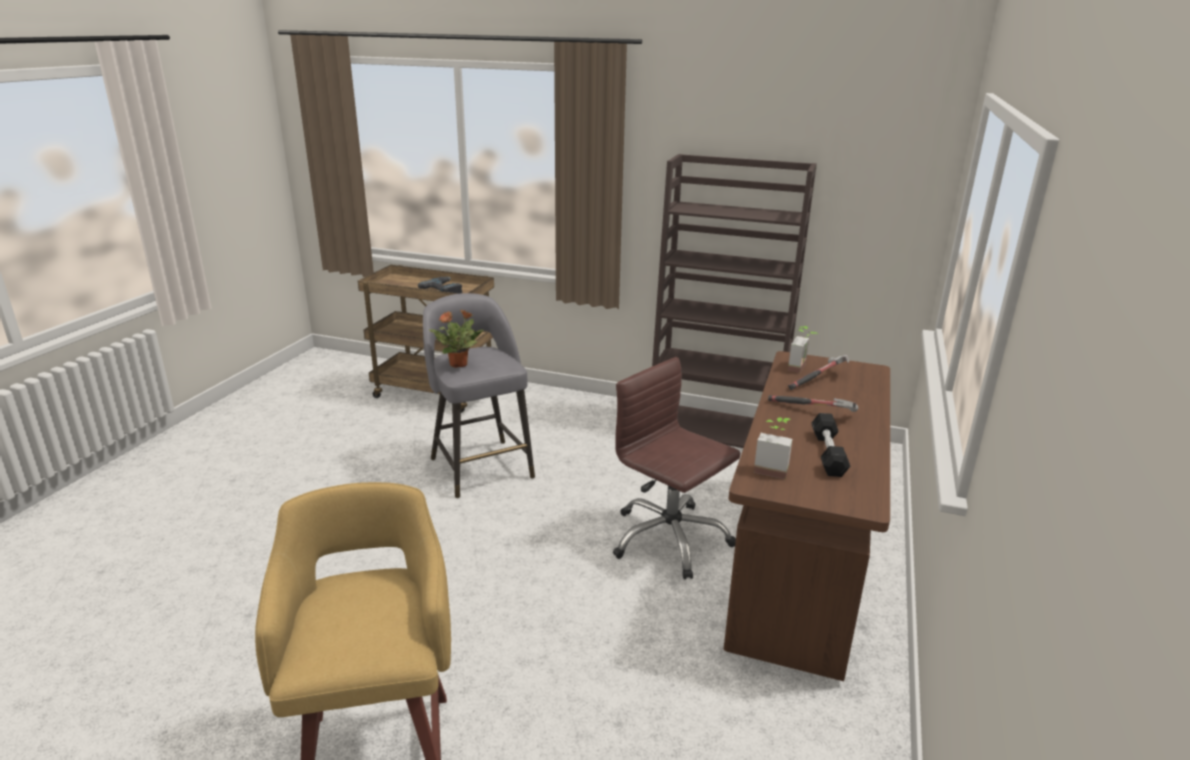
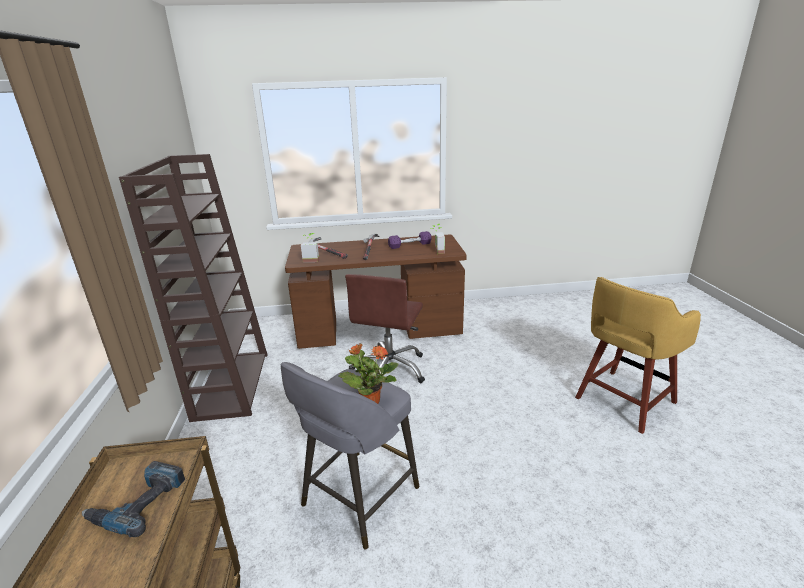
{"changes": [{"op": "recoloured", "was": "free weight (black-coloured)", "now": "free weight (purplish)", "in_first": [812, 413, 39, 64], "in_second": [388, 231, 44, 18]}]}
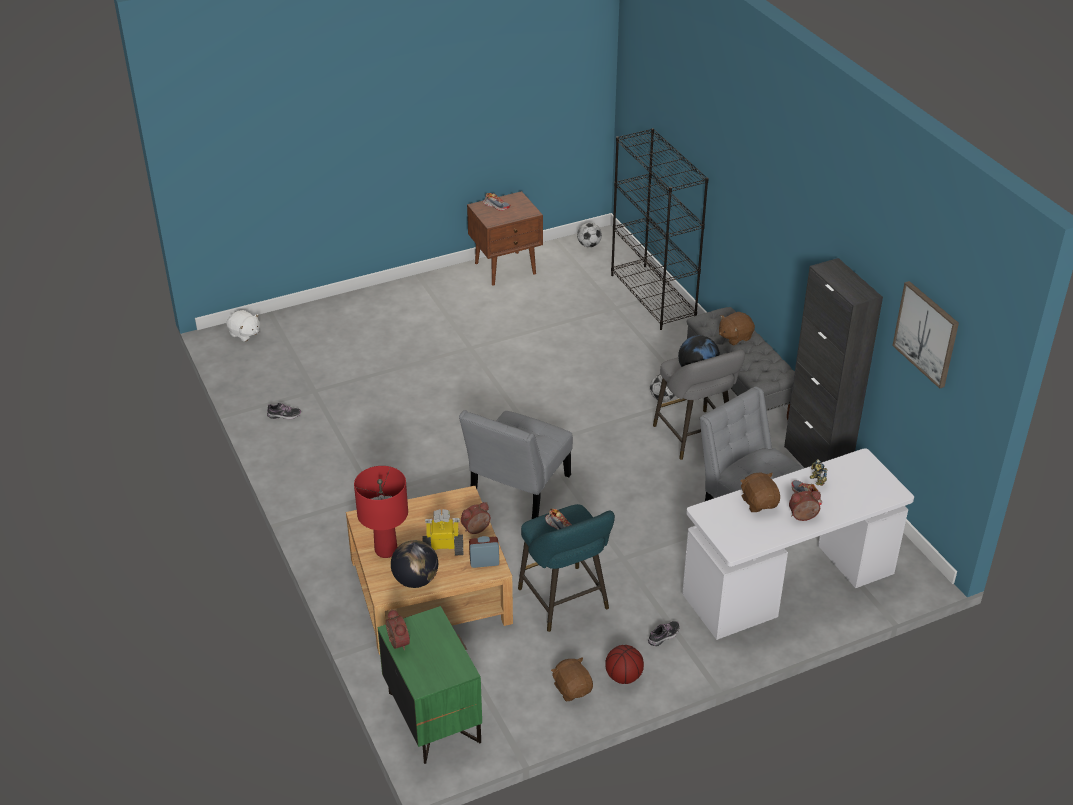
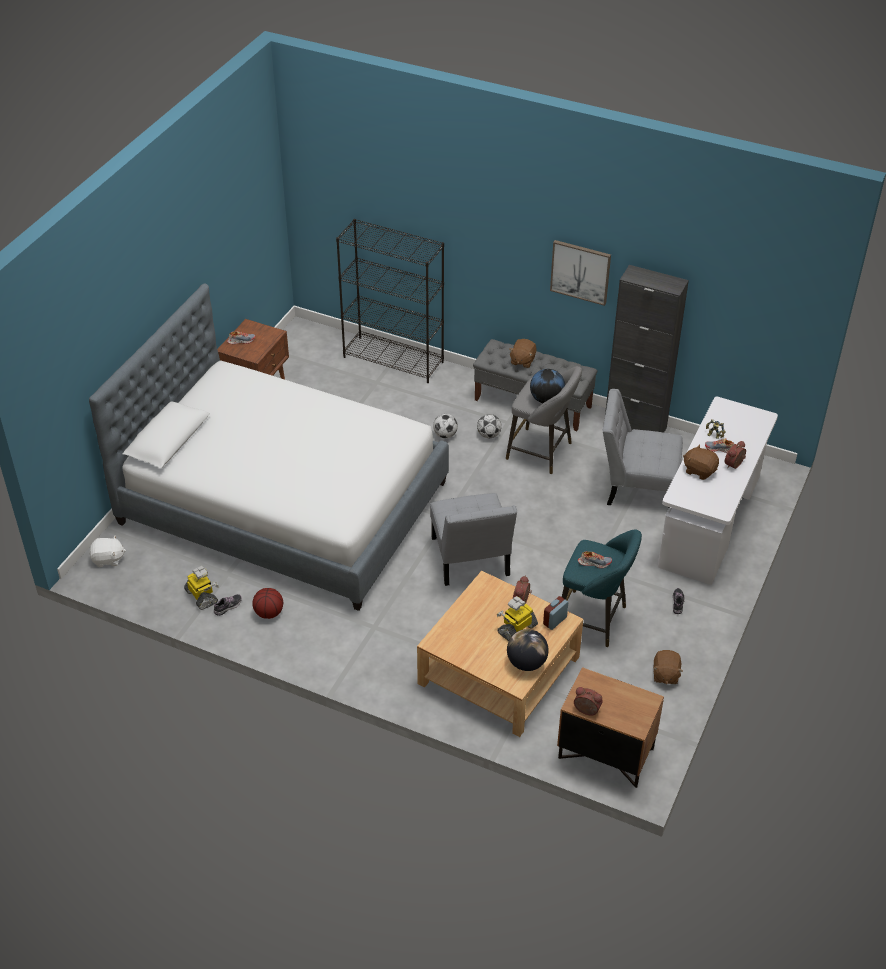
{"changes": [{"op": "moved", "was": "football", "in_first": [577, 223, 25, 24], "in_second": [433, 414, 25, 24]}, {"op": "moved", "was": "picture", "in_first": [892, 281, 67, 108], "in_second": [550, 240, 61, 66]}, {"op": "removed", "was": "lamp for a table (reddish)", "in_first": [354, 466, 54, 92]}, {"op": "recoloured", "was": "nightstand (greenish)", "now": "nightstand (brown)", "in_first": [377, 606, 105, 158], "in_second": [557, 667, 107, 121]}, {"op": "moved", "was": "basketball", "in_first": [605, 645, 39, 39], "in_second": [252, 588, 31, 31]}, {"op": "turned", "was": "soft toy (brown)", "in_first": [551, 657, 42, 44], "in_second": [653, 650, 30, 34], "clockwise": -105}, {"op": "added", "now": "bedroom bed", "in_second": [89, 284, 360, 327]}, {"op": "added", "now": "model robot", "in_second": [184, 566, 35, 44]}]}
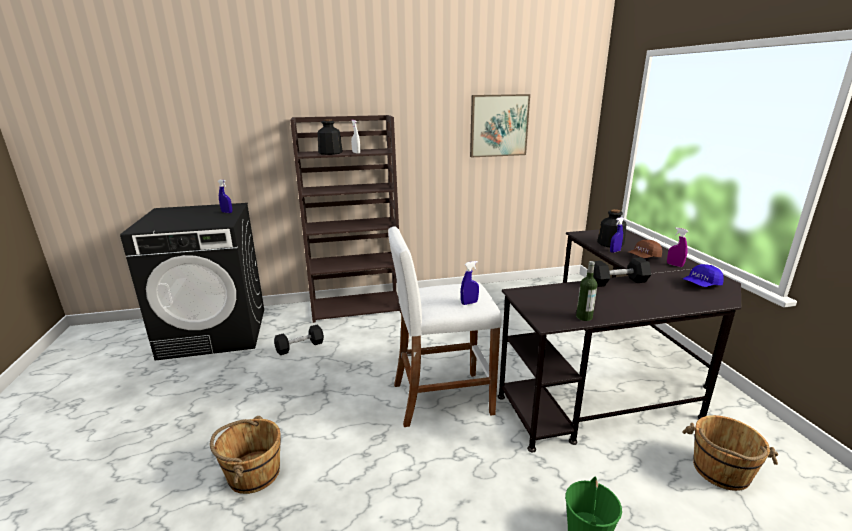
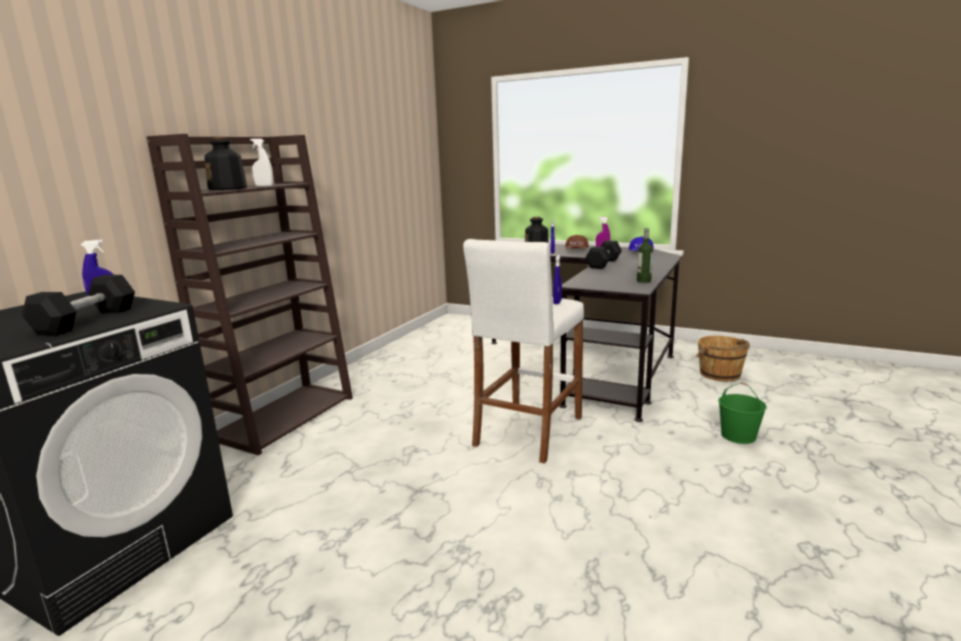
{"changes": [{"op": "removed", "was": "picture", "in_first": [470, 94, 60, 64]}, {"op": "moved", "was": "free weight (black-coloured)", "in_first": [274, 324, 50, 31], "in_second": [22, 275, 113, 60]}, {"op": "removed", "was": "pail (brown)", "in_first": [210, 416, 71, 78]}]}
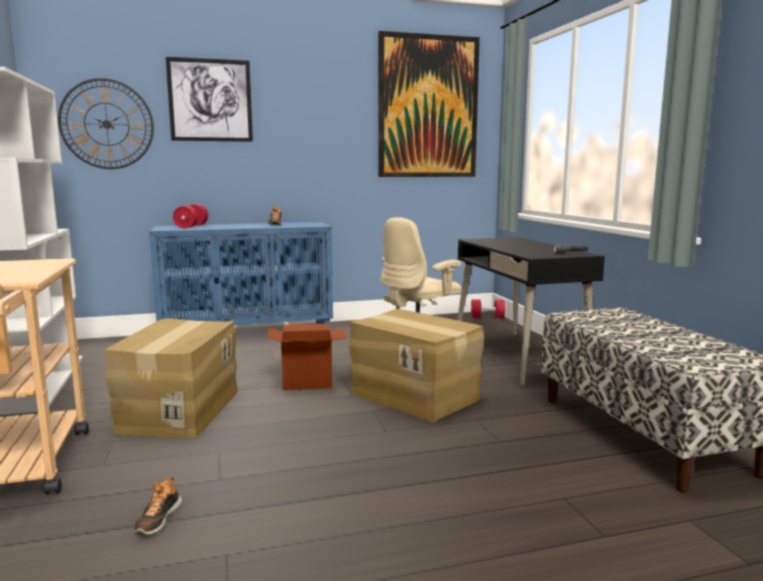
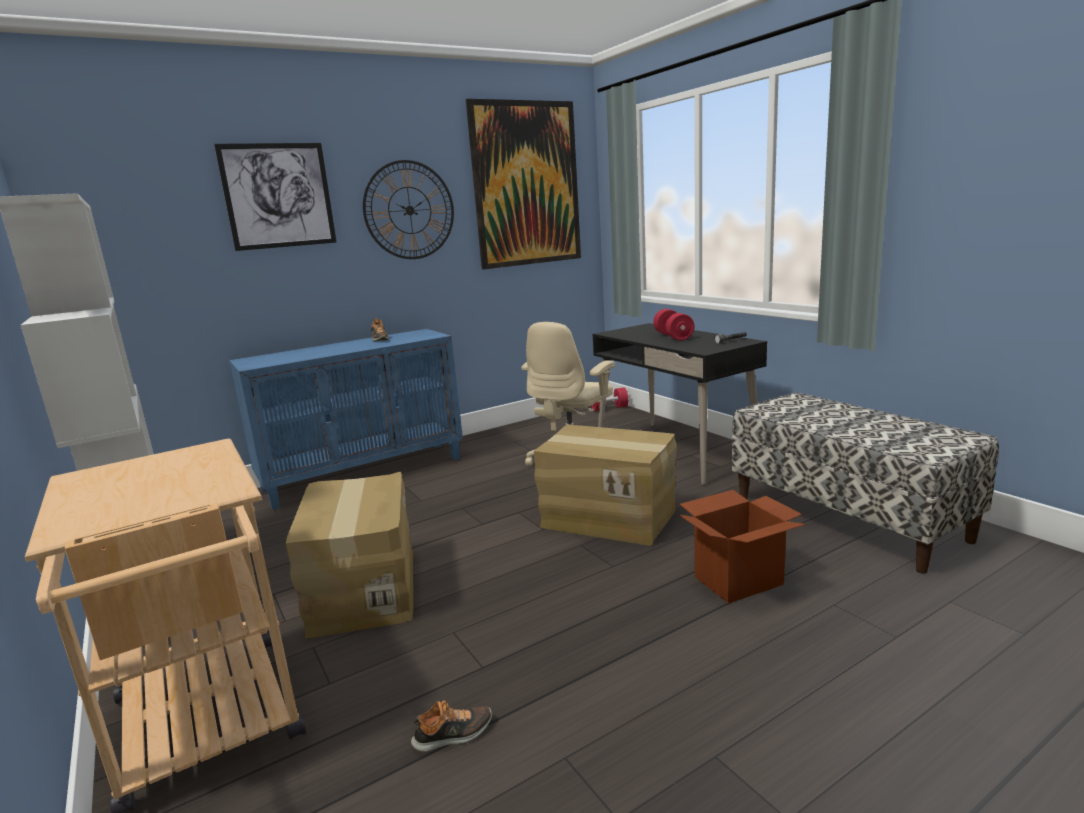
{"changes": [{"op": "moved", "was": "clock on the wall", "in_first": [58, 78, 96, 91], "in_second": [363, 160, 91, 99]}, {"op": "moved", "was": "free weight (reddish)", "in_first": [173, 204, 35, 24], "in_second": [653, 309, 42, 31]}, {"op": "moved", "was": "cardboard box", "in_first": [267, 324, 79, 66], "in_second": [679, 490, 127, 114]}, {"op": "turned", "was": "item of footwear", "in_first": [134, 477, 48, 58], "in_second": [411, 700, 81, 52], "clockwise": -105}]}
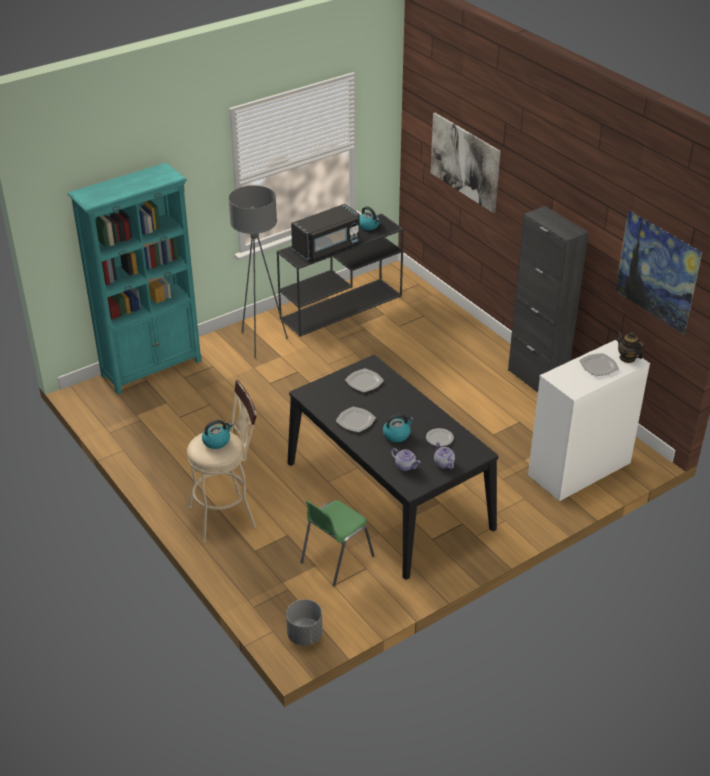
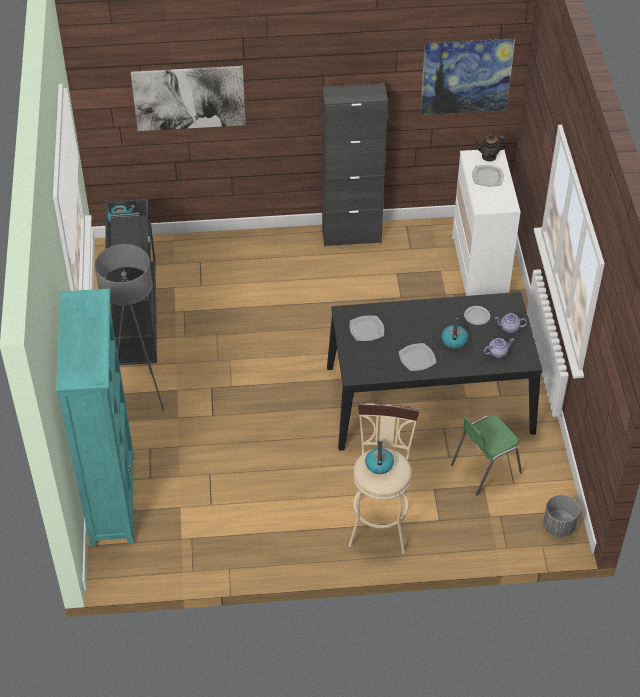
{"changes": [{"op": "turned", "was": "plain chair (greenish)", "in_first": [300, 500, 74, 87], "in_second": [451, 415, 71, 80], "clockwise": 75}]}
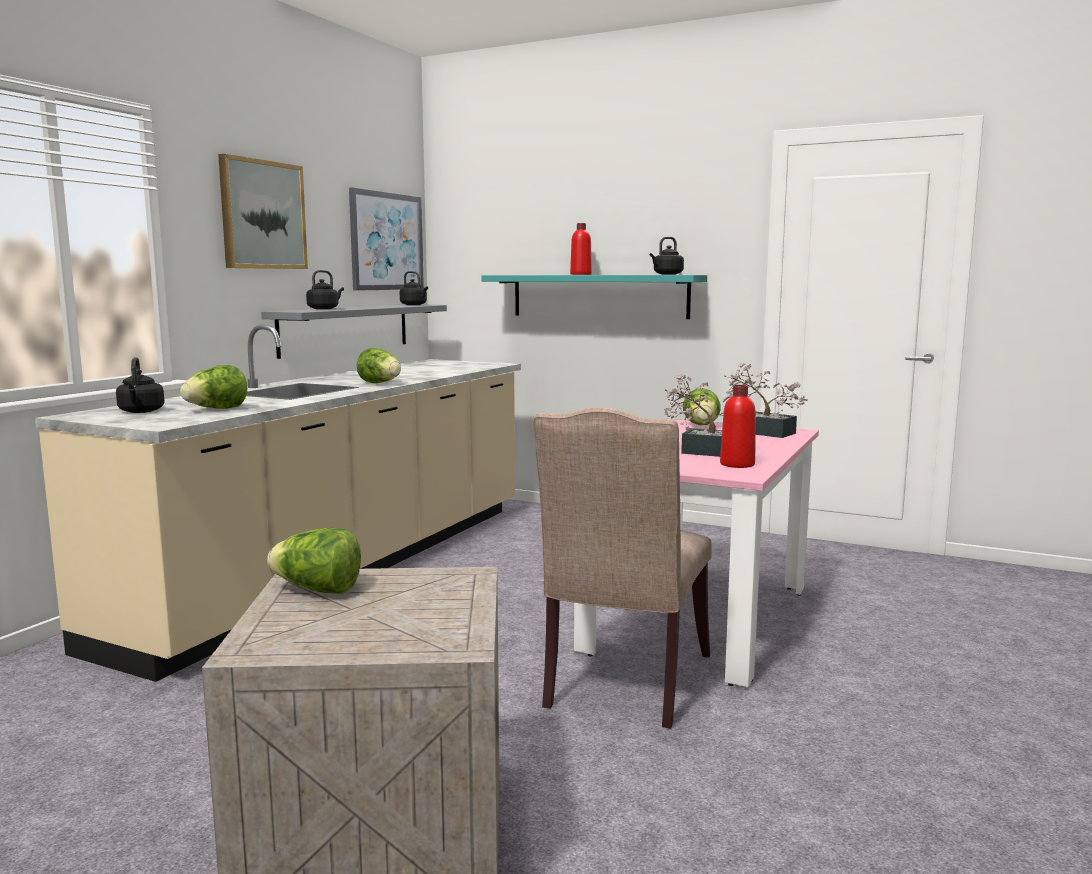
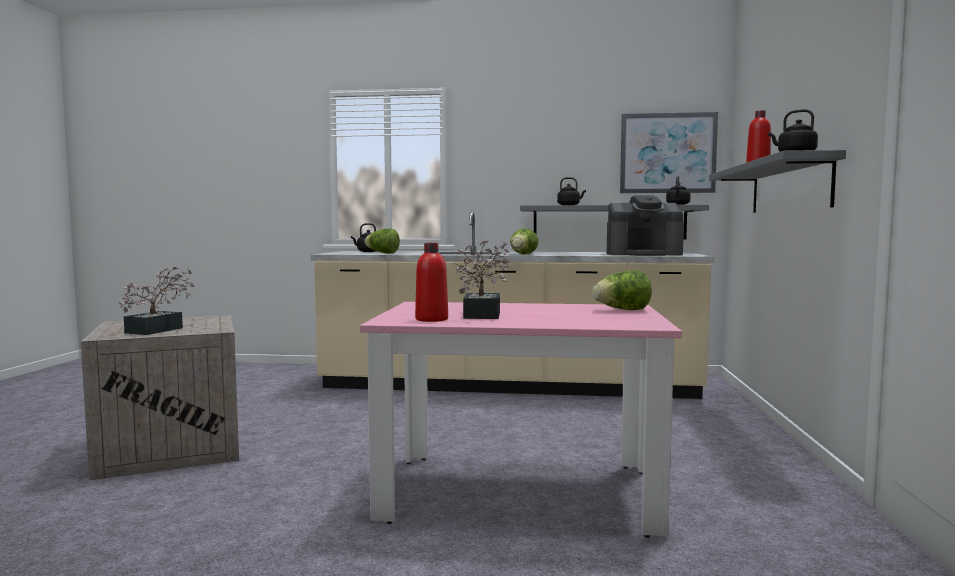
{"changes": [{"op": "removed", "was": "picture", "in_first": [218, 154, 90, 115]}, {"op": "recoloured", "was": "wall shelf (turquoise)", "now": "wall shelf (gray)", "in_first": [481, 275, 226, 44], "in_second": [709, 150, 137, 63]}, {"op": "moved", "was": "plant in a pot", "in_first": [724, 363, 84, 75], "in_second": [119, 266, 76, 69]}, {"op": "removed", "was": "plain chair (beige)", "in_first": [533, 407, 179, 321]}, {"op": "removed", "was": "lettuce", "in_first": [267, 527, 94, 67]}, {"op": "added", "now": "coffee brewer", "in_second": [607, 195, 77, 61]}]}
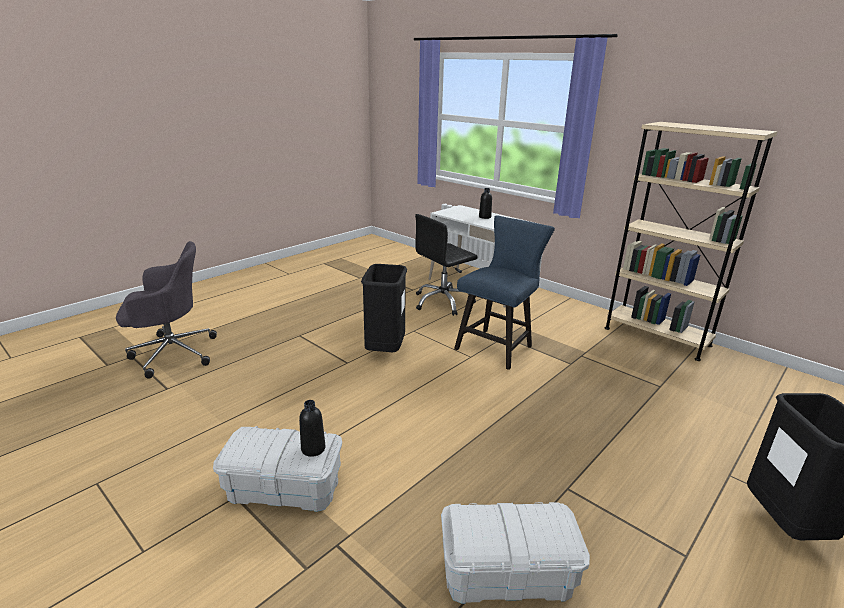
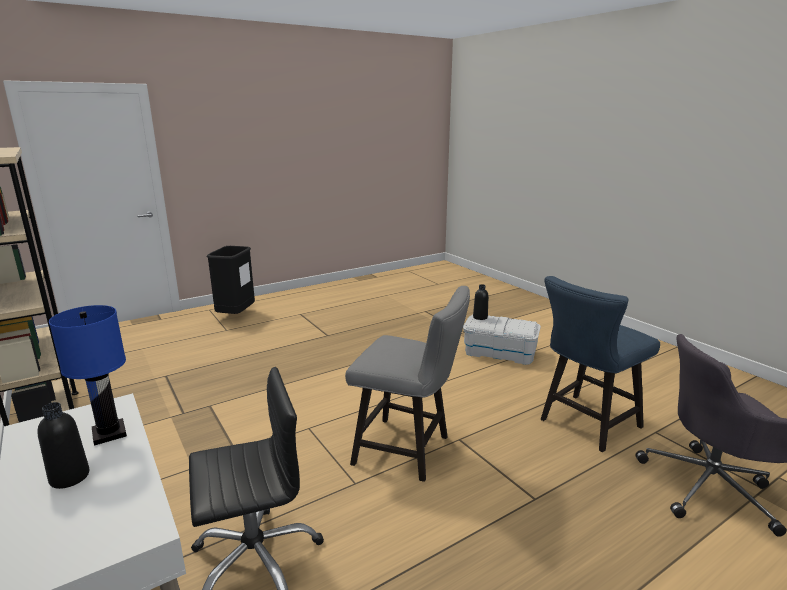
{"changes": [{"op": "moved", "was": "plain chair (blue-coloured)", "in_first": [454, 215, 101, 155], "in_second": [541, 276, 119, 176]}, {"op": "replaced", "was": "waste bin (black-coloured)", "now": "plain chair (gray)", "in_first": [361, 264, 46, 88], "in_second": [345, 286, 125, 196]}, {"op": "removed", "was": "storage bin (white)", "in_first": [441, 502, 149, 102]}, {"op": "added", "now": "lamp for a table (blue-coloured)", "in_second": [49, 305, 78, 141]}]}
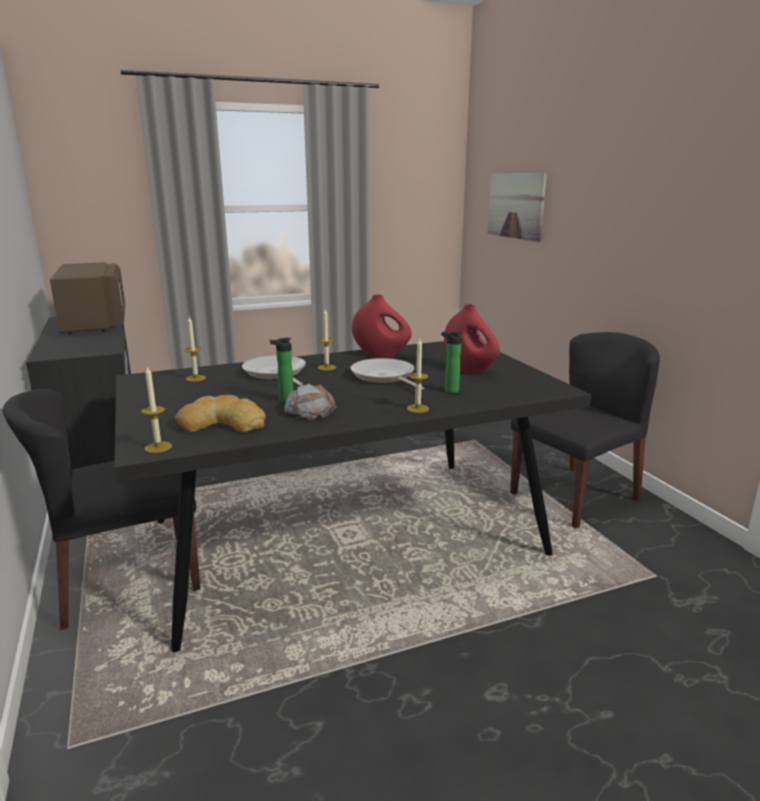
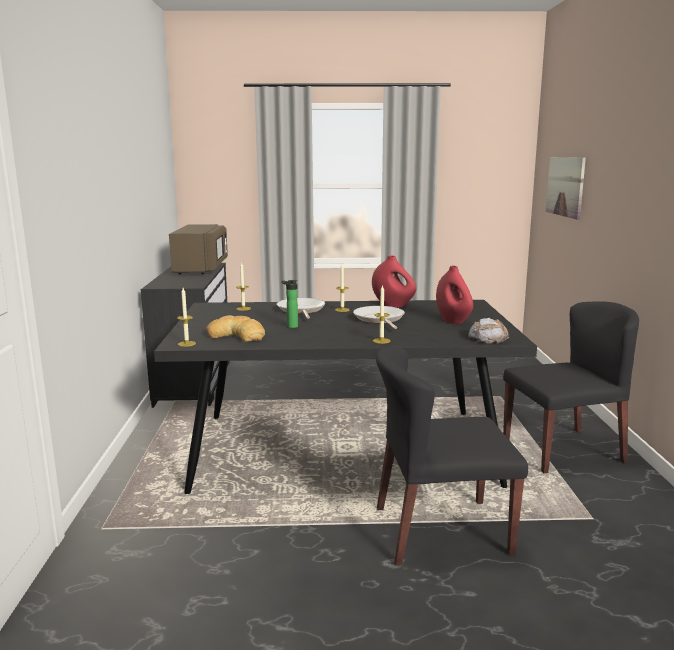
{"changes": [{"op": "removed", "was": "beverage bottle", "in_first": [441, 331, 21, 62]}, {"op": "moved", "was": "bread", "in_first": [284, 384, 53, 36], "in_second": [468, 318, 42, 26]}, {"op": "moved", "was": "plain chair (black-coloured)", "in_first": [3, 389, 197, 241], "in_second": [376, 347, 152, 219]}]}
